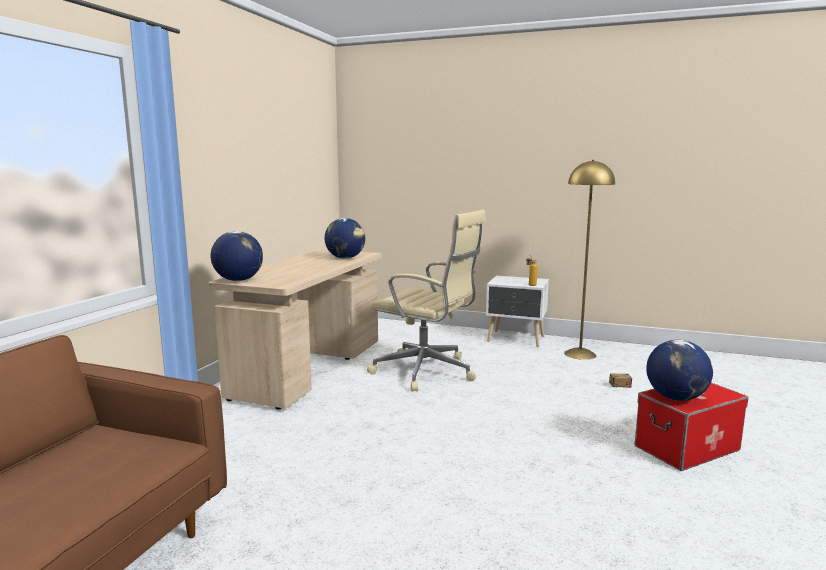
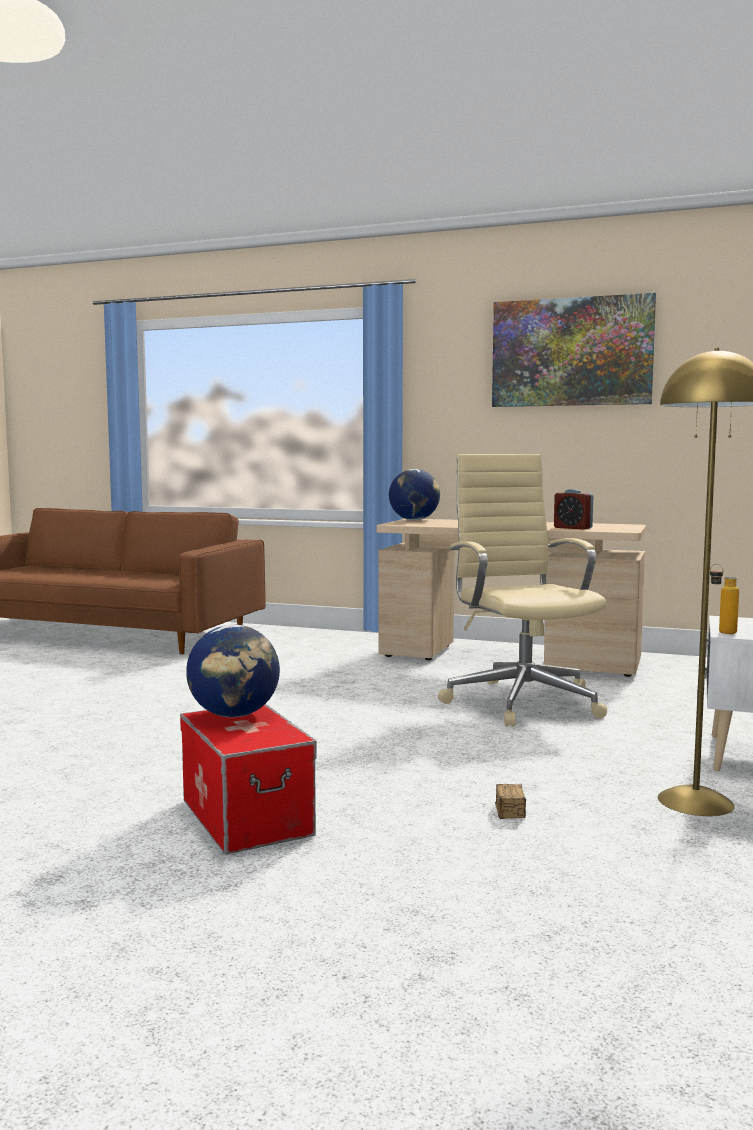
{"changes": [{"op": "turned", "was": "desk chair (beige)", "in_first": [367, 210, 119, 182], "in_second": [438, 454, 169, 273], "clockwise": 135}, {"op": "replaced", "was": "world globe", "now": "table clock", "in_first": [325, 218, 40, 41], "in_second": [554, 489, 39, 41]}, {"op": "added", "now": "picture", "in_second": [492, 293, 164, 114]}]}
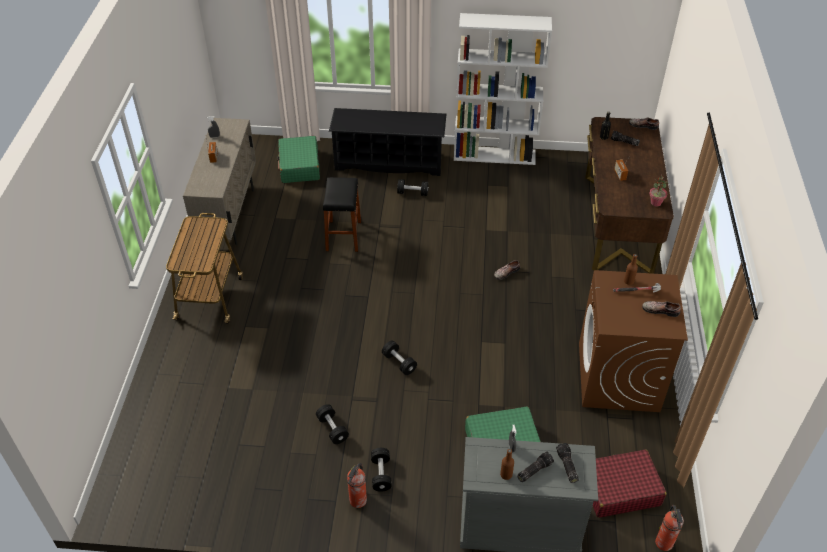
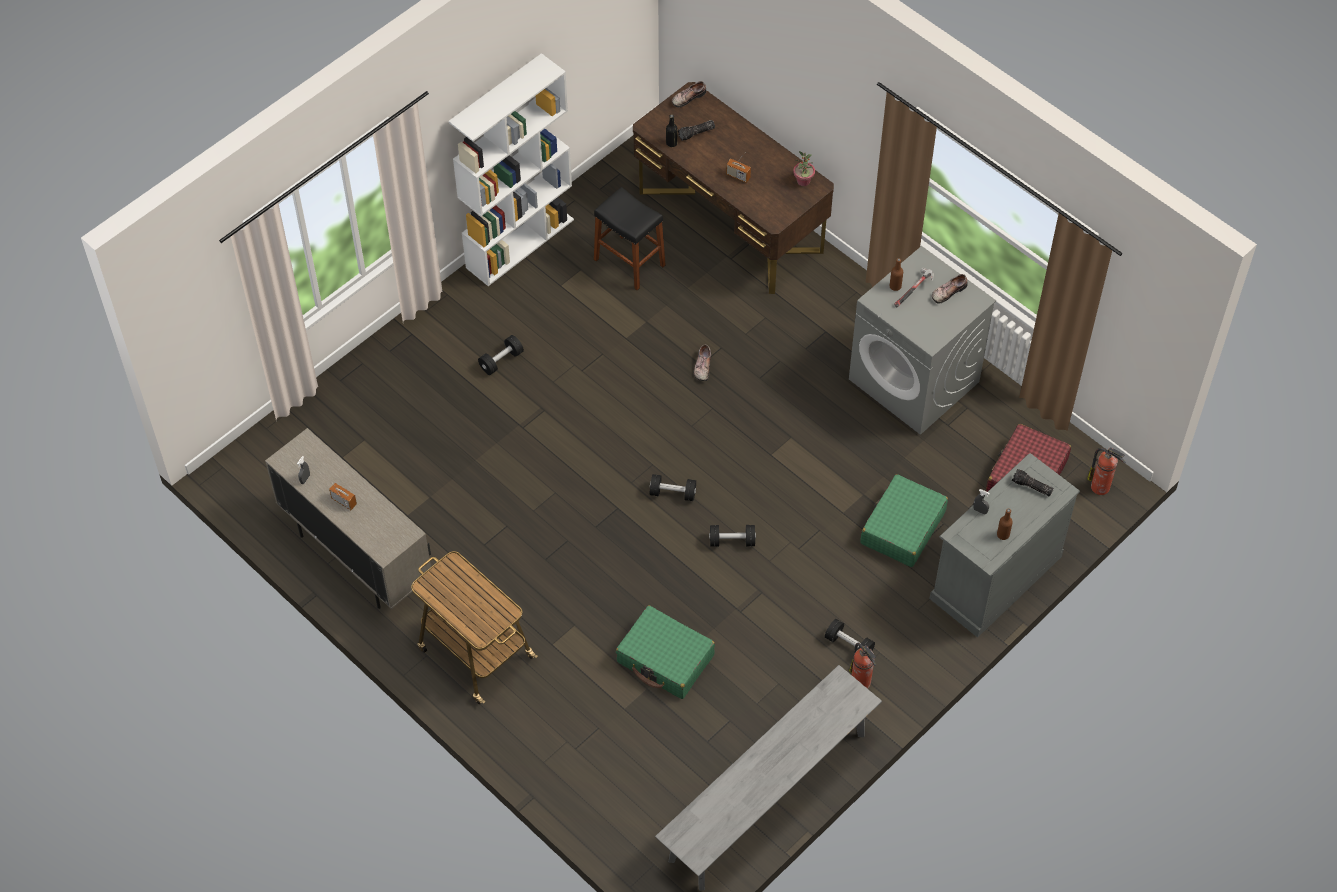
{"changes": [{"op": "removed", "was": "shoe shelf (black-coloured)", "in_first": [329, 108, 118, 68]}, {"op": "moved", "was": "travel case (greenish)", "in_first": [277, 136, 43, 47], "in_second": [616, 605, 99, 94]}, {"op": "moved", "was": "stool (black-coloured)", "in_first": [323, 177, 38, 75], "in_second": [594, 187, 72, 103]}, {"op": "recoloured", "was": "laundry appliance (brown)", "now": "laundry appliance (gray)", "in_first": [579, 270, 109, 142], "in_second": [849, 246, 147, 189]}, {"op": "moved", "was": "free weight (black-coloured)", "in_first": [316, 404, 33, 40], "in_second": [650, 474, 46, 27]}, {"op": "removed", "was": "torch", "in_first": [517, 451, 37, 31]}, {"op": "added", "now": "indoor bench (gray)", "in_second": [655, 665, 227, 226]}]}
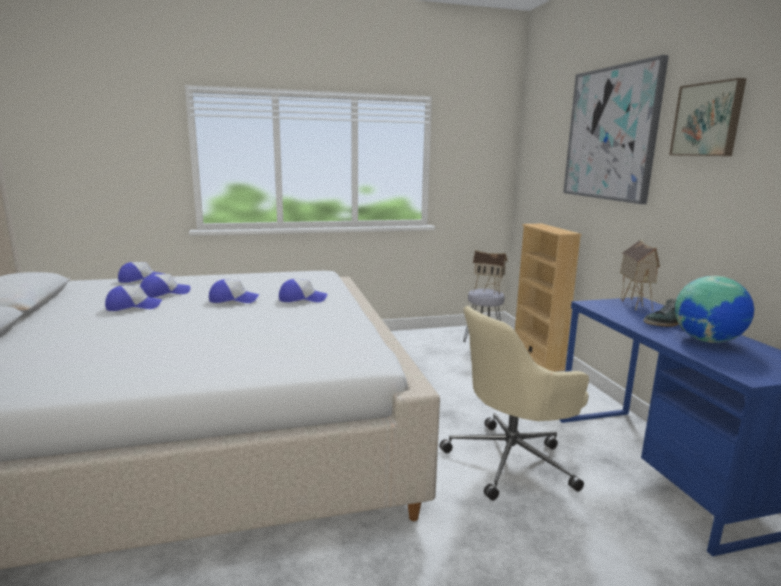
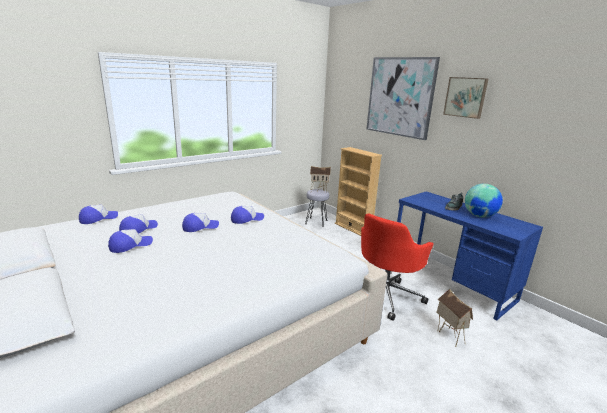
{"changes": [{"op": "moved", "was": "toy house", "in_first": [620, 239, 40, 72], "in_second": [437, 289, 36, 58]}, {"op": "recoloured", "was": "desk chair (beige)", "now": "desk chair (reddish)", "in_first": [439, 306, 150, 195], "in_second": [361, 214, 73, 107]}]}
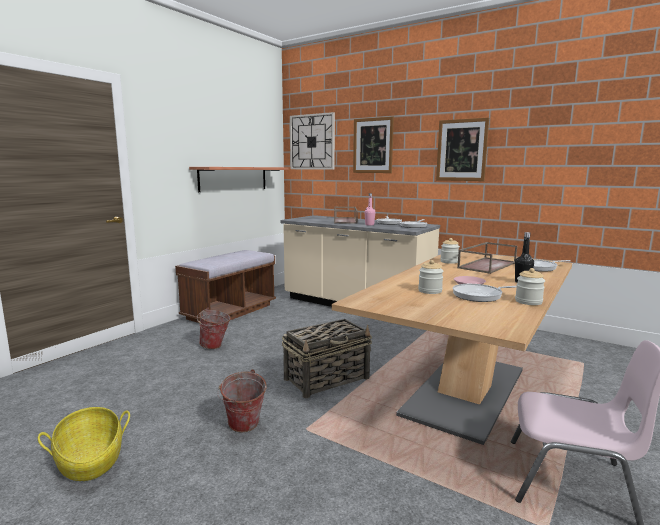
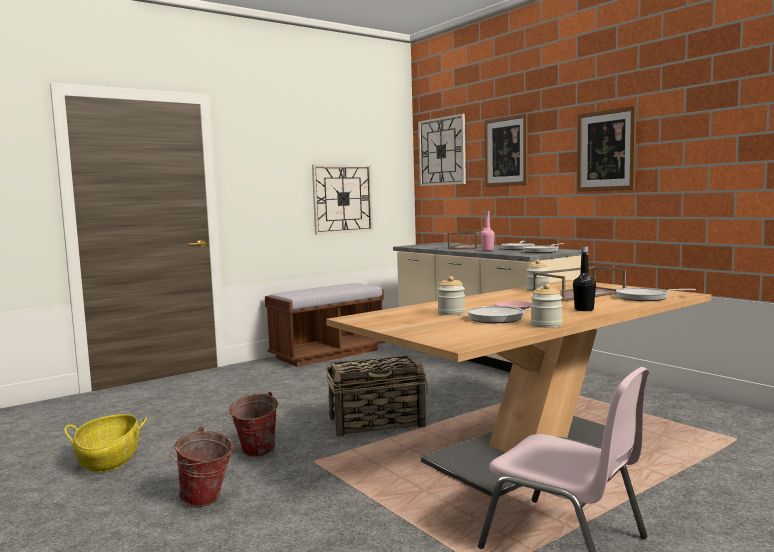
{"changes": [{"op": "replaced", "was": "wall shelf", "now": "clock on the wall", "in_first": [189, 167, 99, 25], "in_second": [312, 165, 61, 70]}, {"op": "moved", "was": "pail", "in_first": [197, 308, 34, 41], "in_second": [170, 427, 64, 80]}]}
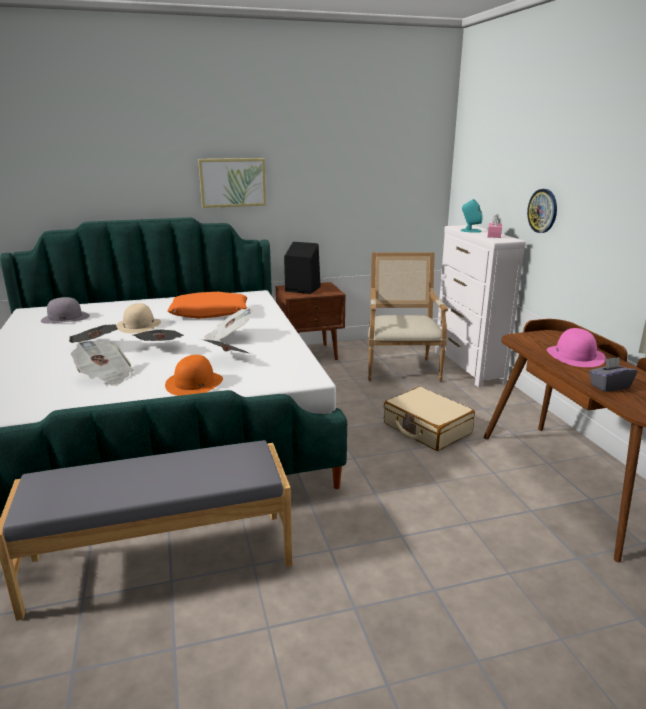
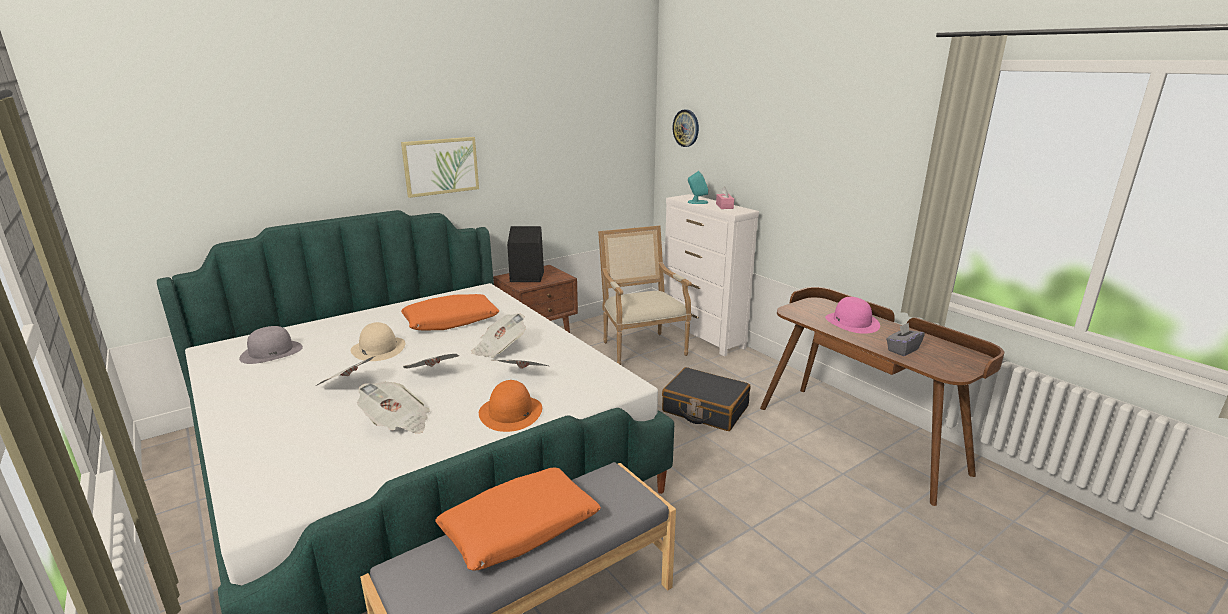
{"changes": [{"op": "moved", "was": "clock on the wall", "in_first": [527, 189, 30, 44], "in_second": [673, 109, 26, 38]}, {"op": "recoloured", "was": "travel case (beige)", "now": "travel case (black-coloured)", "in_first": [384, 387, 91, 64], "in_second": [662, 367, 88, 64]}, {"op": "added", "now": "throw pillow (orangey)", "in_second": [435, 467, 166, 104]}]}
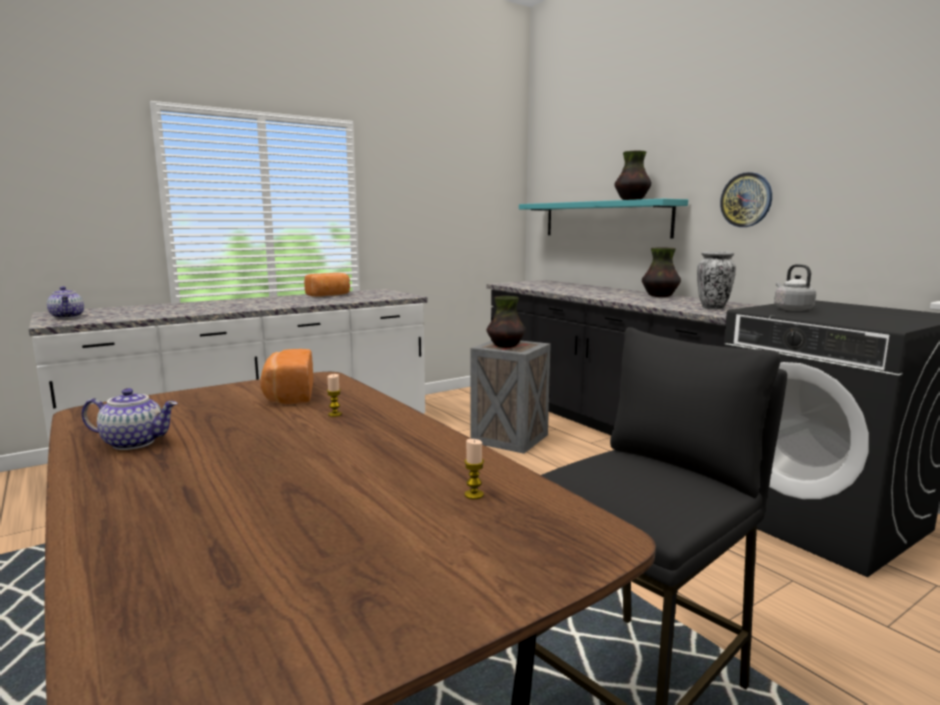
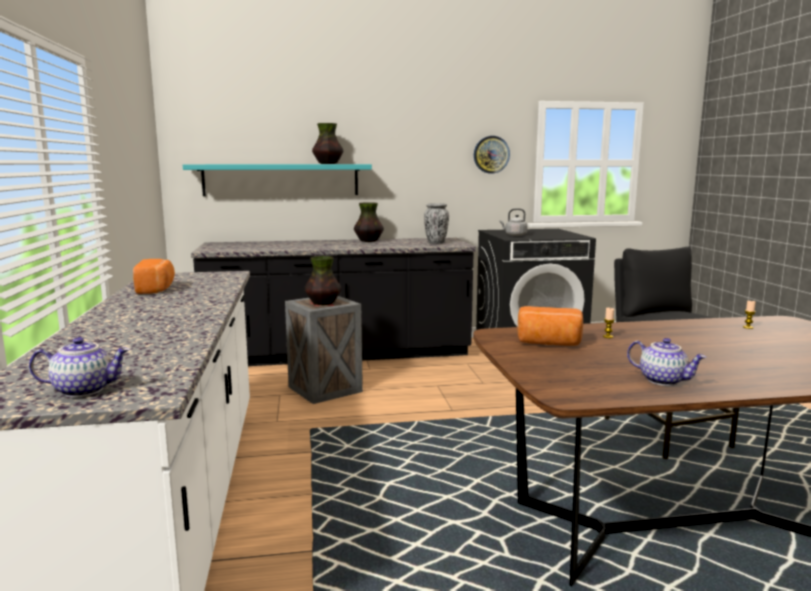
{"changes": [{"op": "moved", "was": "clock on the wall", "in_first": [720, 172, 52, 55], "in_second": [474, 136, 36, 38]}, {"op": "turned", "was": "tea pot", "in_first": [81, 388, 97, 62], "in_second": [627, 338, 80, 48], "clockwise": 105}]}
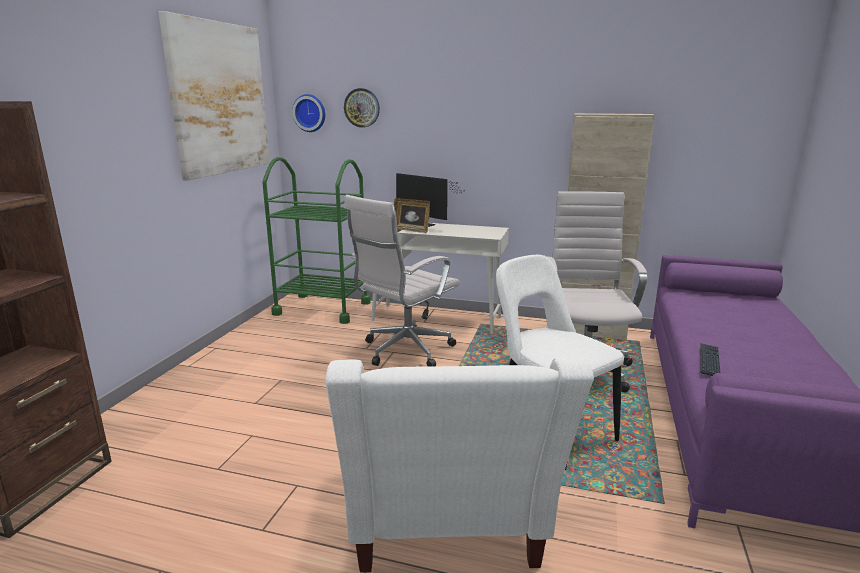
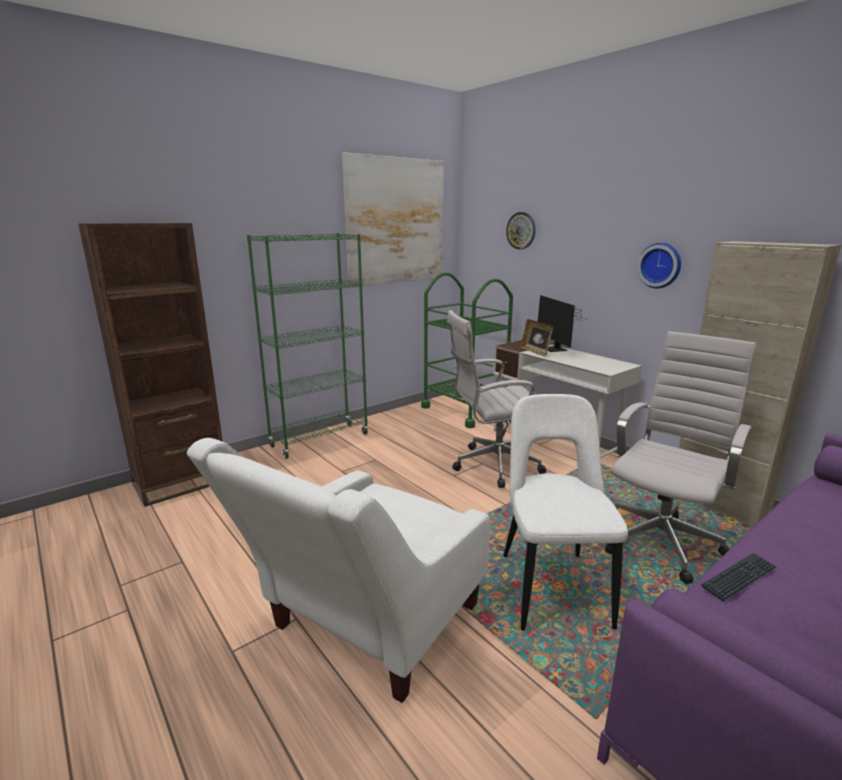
{"changes": [{"op": "moved", "was": "clock on the wall", "in_first": [292, 94, 33, 38], "in_second": [637, 243, 44, 45]}, {"op": "added", "now": "bookcase (greenish)", "in_second": [247, 233, 122, 226]}]}
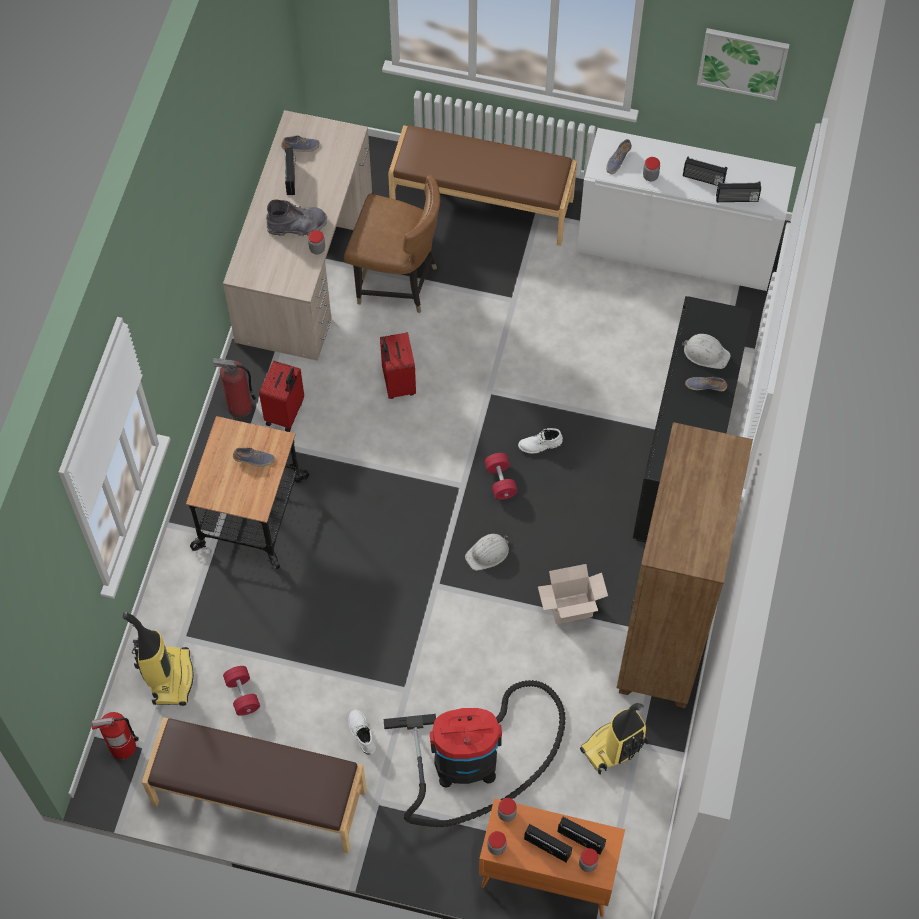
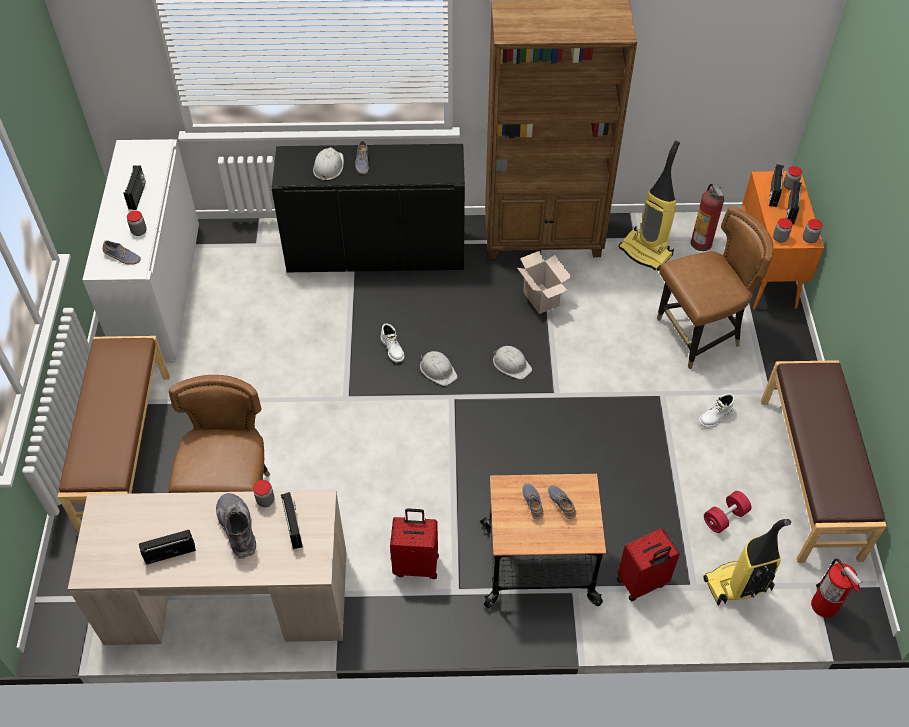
{"changes": [{"op": "removed", "was": "picture", "in_first": [697, 28, 93, 73]}, {"op": "moved", "was": "item of footwear", "in_first": [281, 135, 39, 17], "in_second": [548, 485, 28, 34]}, {"op": "moved", "was": "radio", "in_first": [716, 182, 45, 20], "in_second": [281, 492, 22, 57]}, {"op": "moved", "was": "travel case (reddish)", "in_first": [380, 332, 36, 67], "in_second": [617, 528, 63, 74]}, {"op": "moved", "was": "extinguisher", "in_first": [213, 358, 43, 60], "in_second": [691, 184, 33, 67]}, {"op": "replaced", "was": "free weight (reddish)", "now": "safety helmet (white)", "in_first": [484, 453, 33, 47], "in_second": [420, 351, 38, 35]}, {"op": "replaced", "was": "vacuum", "now": "plain chair (brown)", "in_first": [384, 680, 182, 147], "in_second": [657, 206, 117, 163]}]}
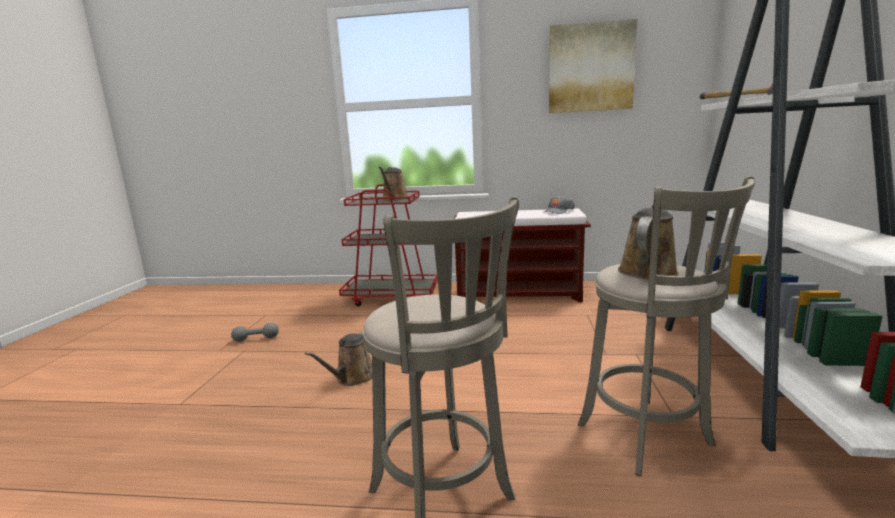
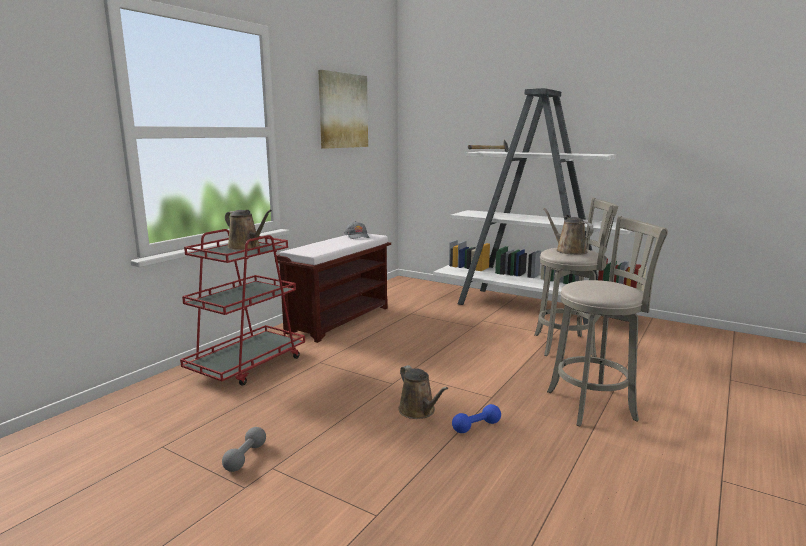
{"changes": [{"op": "added", "now": "free weight (blue-coloured)", "in_second": [452, 404, 49, 29]}]}
